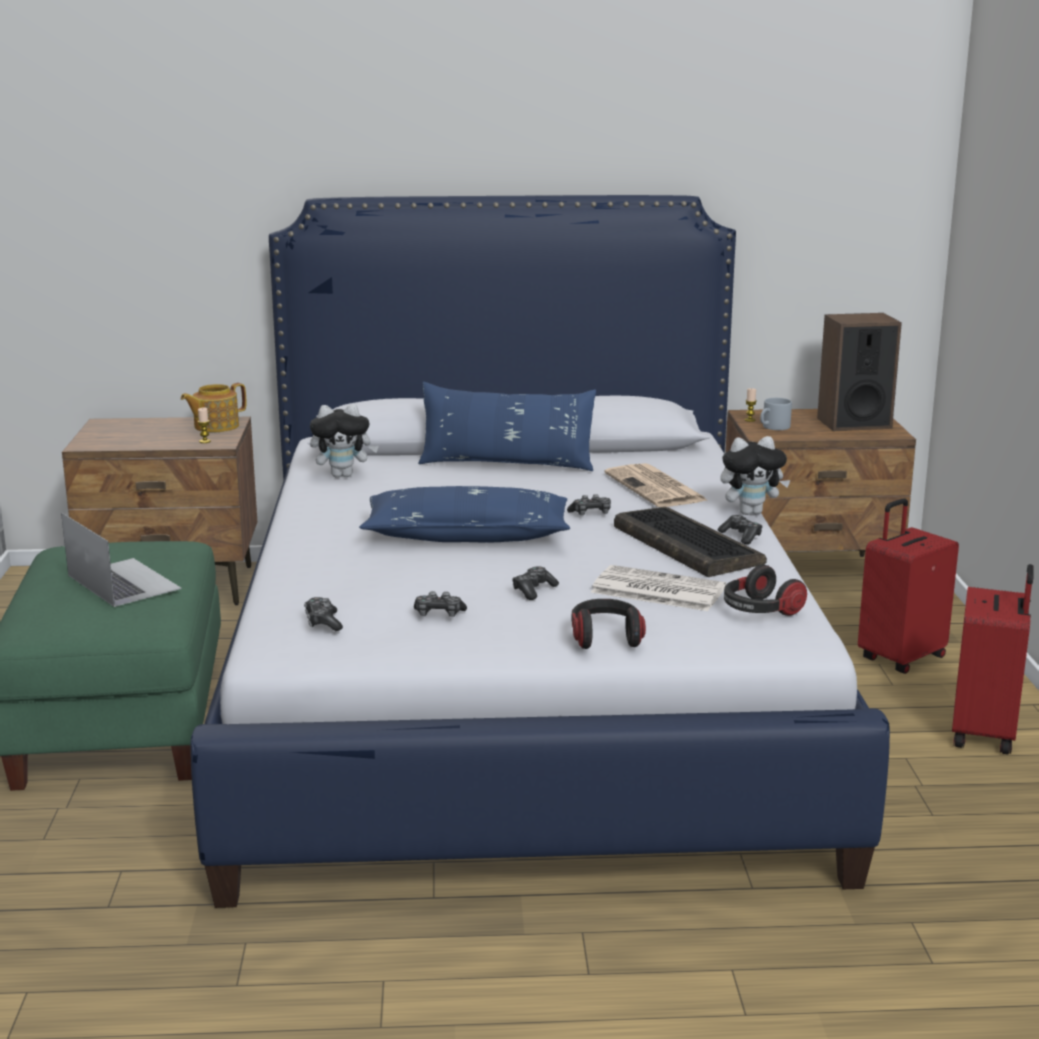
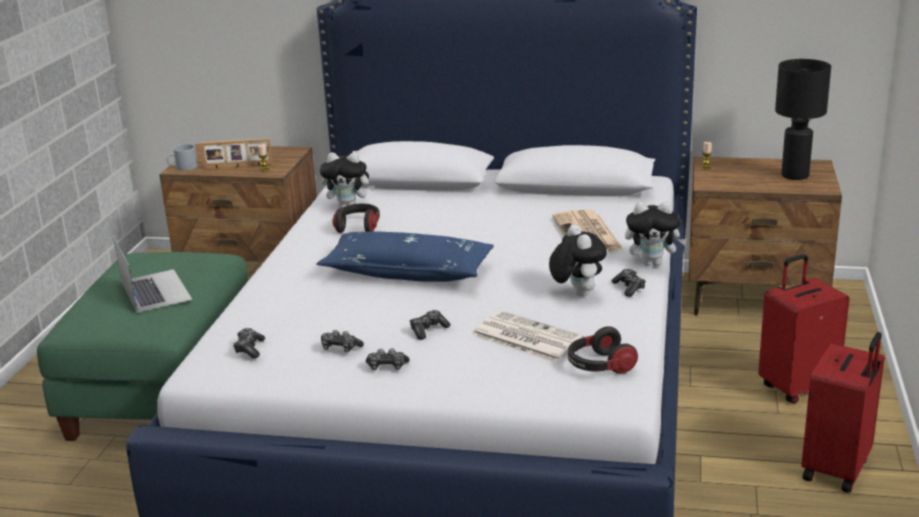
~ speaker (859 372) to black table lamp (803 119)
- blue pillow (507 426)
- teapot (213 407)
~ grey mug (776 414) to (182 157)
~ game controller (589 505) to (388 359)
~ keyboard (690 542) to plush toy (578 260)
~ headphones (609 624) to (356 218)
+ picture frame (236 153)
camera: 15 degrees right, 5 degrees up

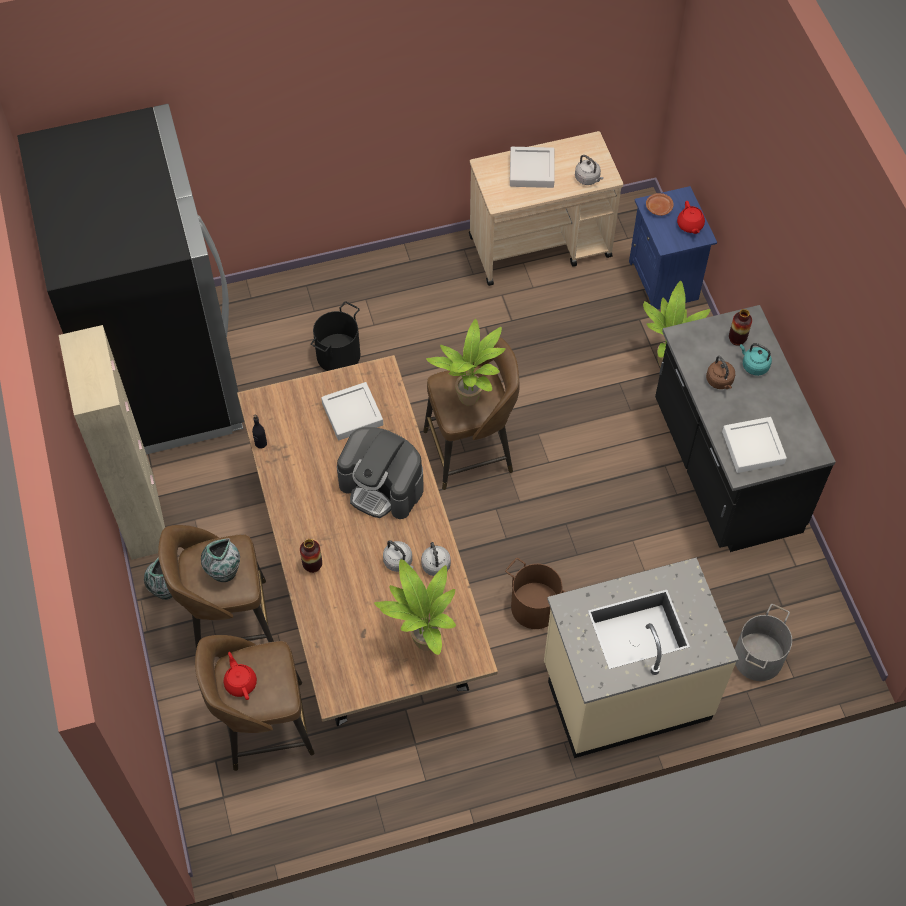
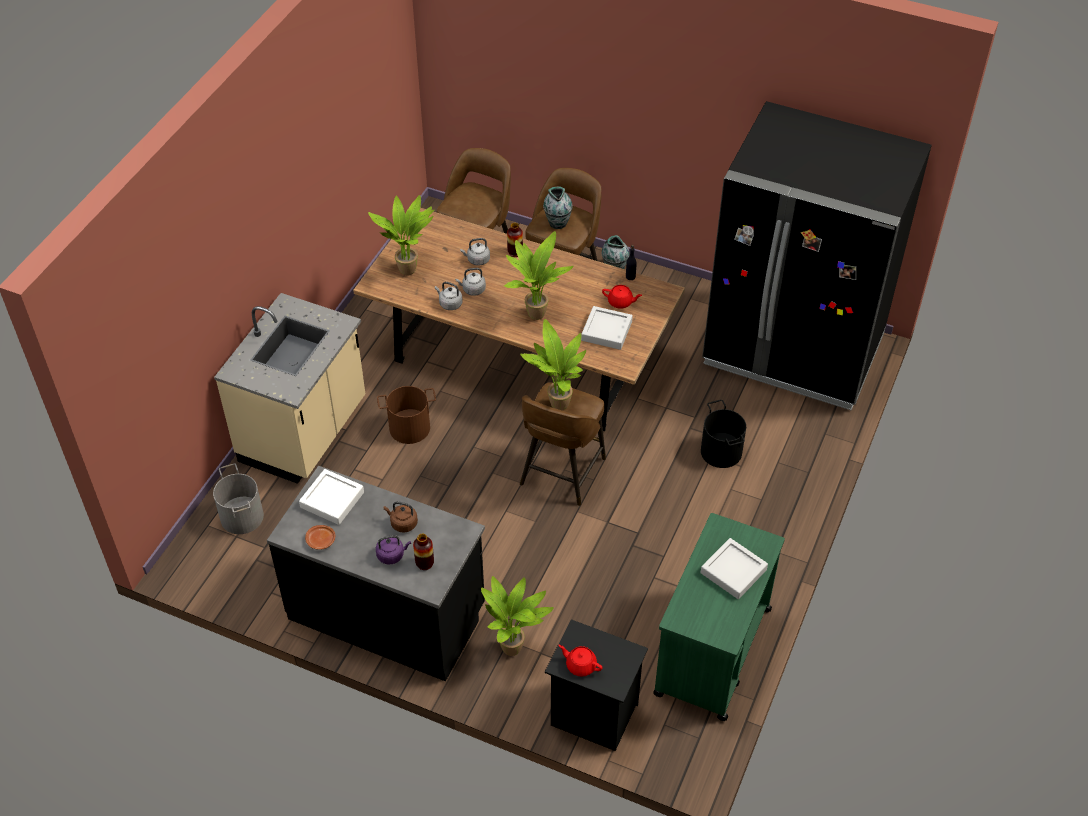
~ beige cart (546 208) to green cart (719 617)
~ grey kettle (589 170) to (475 252)
~ blue nightstand (673 248) to black nightstand (596 685)
~ brown plate (660 204) to (320 537)
- beige cabinet (112 442)
~ turquoise kettle (756 359) to purple kettle (393 549)
~ coffee machine (380 473) to potted plant (539 275)
~ red teapot (240 676) to (622 297)
camera: 130 degrees right, 10 degrees down

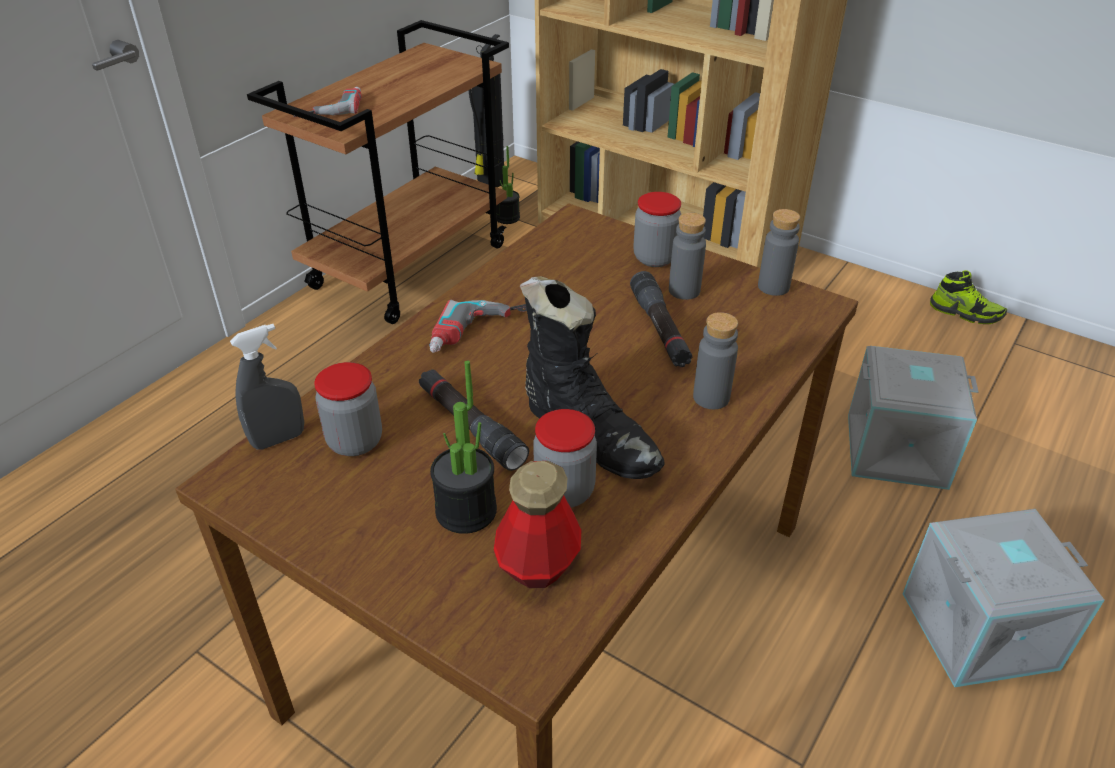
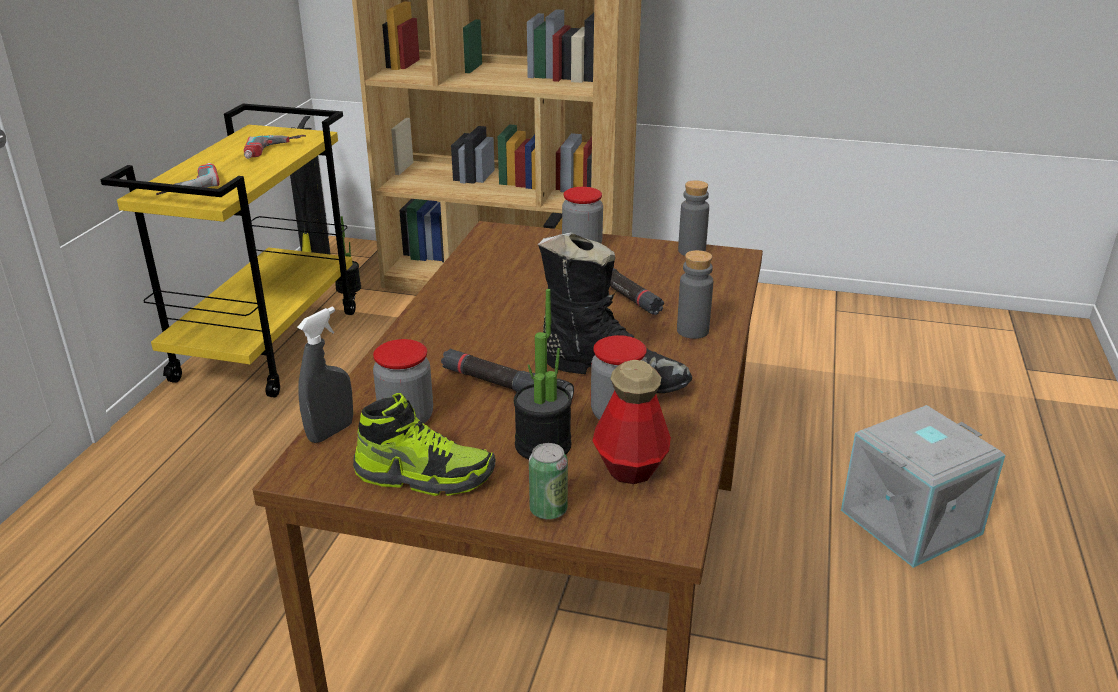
~ brown cart (378 172) to yellow cart (228 251)
- grey bottle (687 256)
~ shoe (968 297) to (424 444)
~ power drill (478 326) to (275 147)
- grey storage box (913 418)
+ can (548 481)
camera: 20 degrees left, 10 degrees down

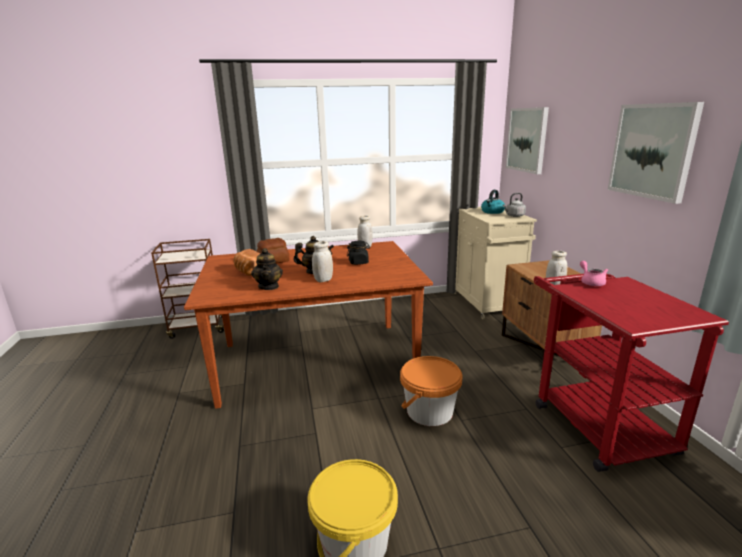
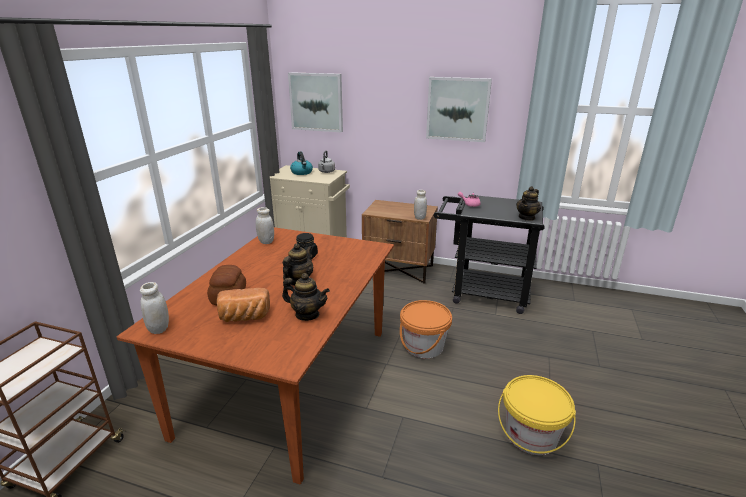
~ white jar (322 261) to (154 308)
~ red cart (631 372) to black cart (489 254)
+ teapot (528 203)
camera: 60 degrees left, 5 degrees up

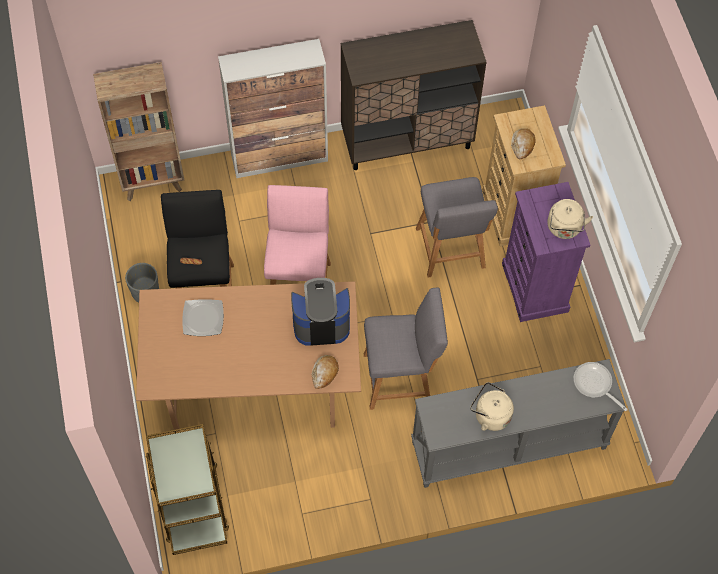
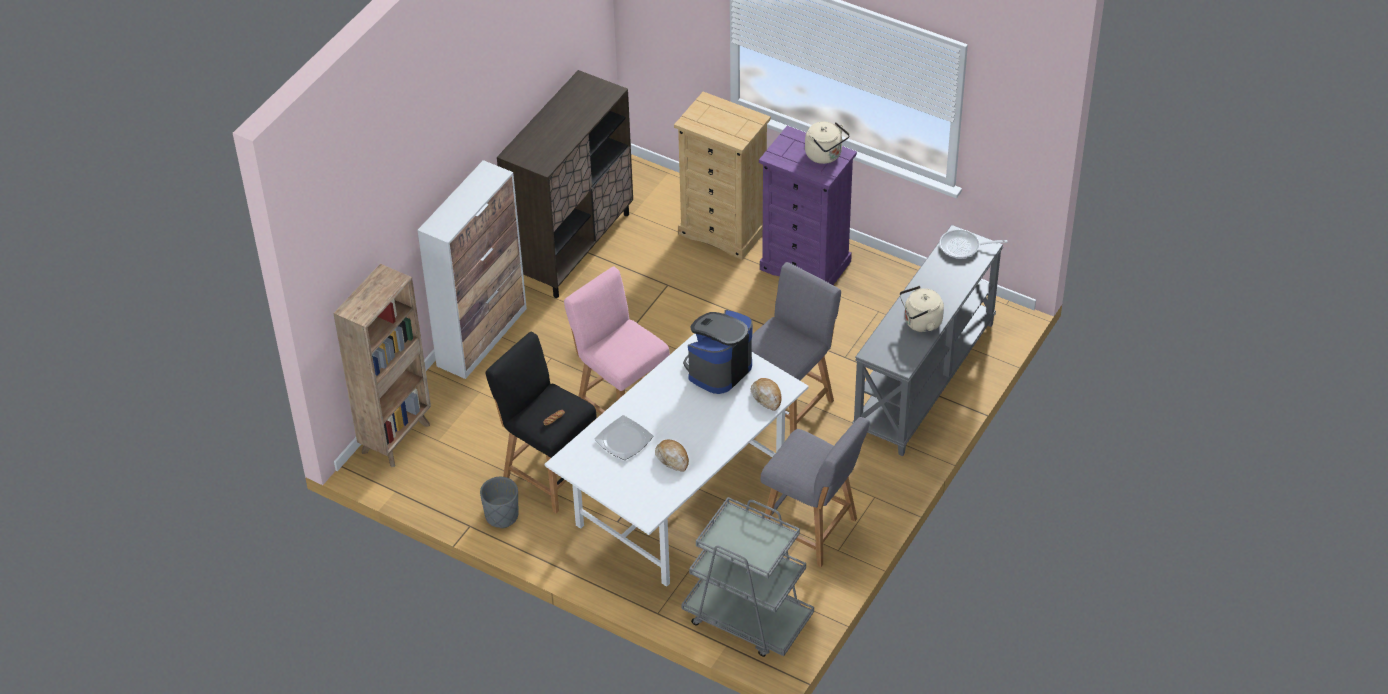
~ bread (523 144) to (672 455)
~ grey stool (457 227) to (815 492)
~ brown dining table (248 356) to white dining table (677 460)
~ brown cart (187 489) to grey cart (748 577)
camera: 45 degrees left, 15 degrees down

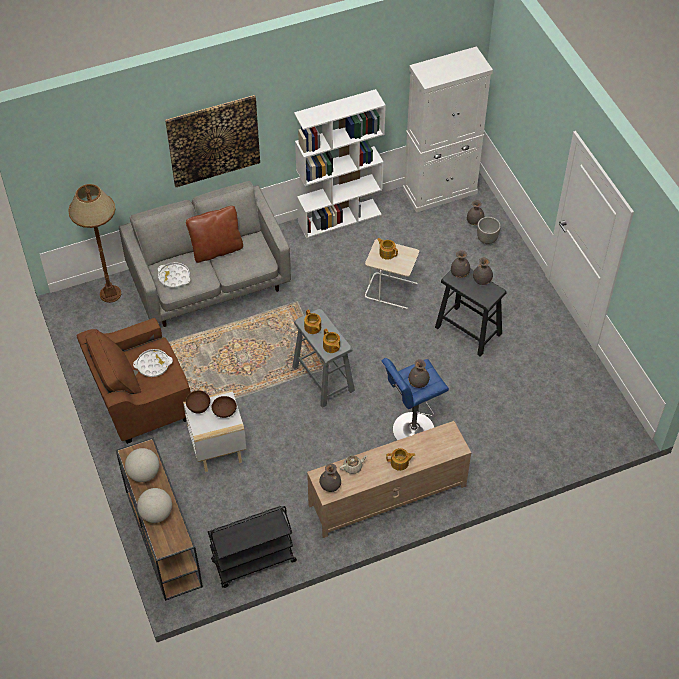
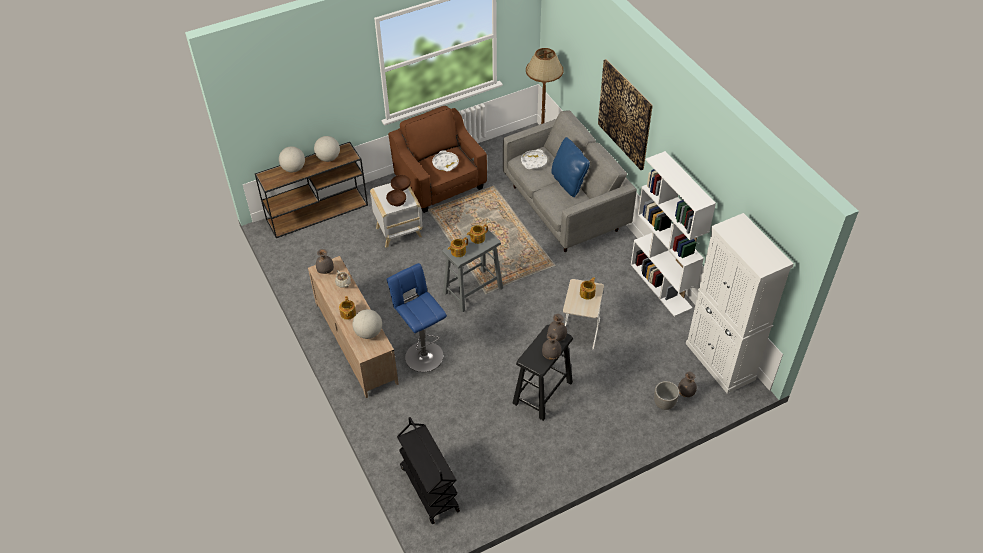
~ brown pillow (214 234) to blue pillow (570 167)
- grey vase (419 373)
~ black cart (252 547) to (428 470)
+ globe (367 324)
camera: 85 degrees right, 5 degrees down

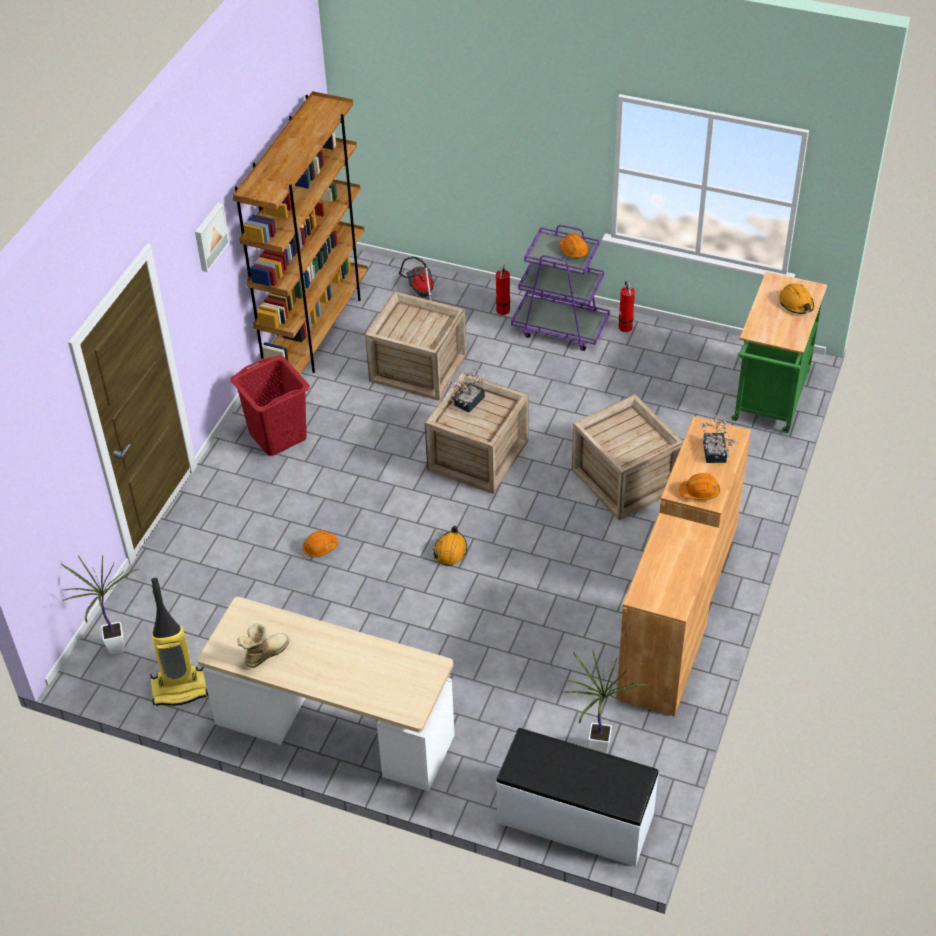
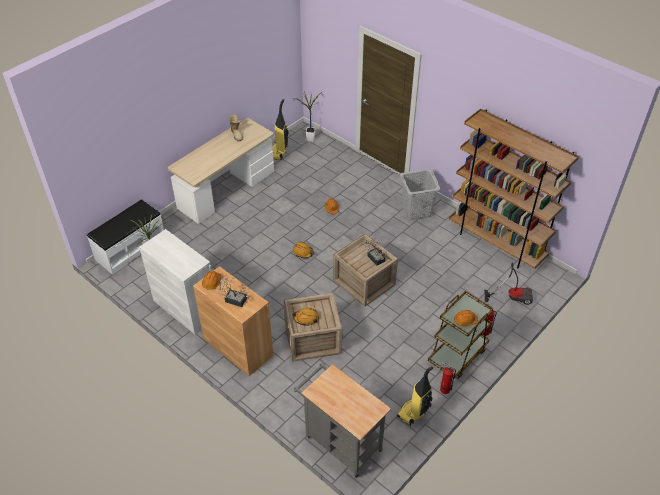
- picture (212 237)
~ purple cart (560 288) to brown cart (460 335)
~ green cart (779 352) to grey cart (342 420)
~ orange hard hat (796 298) to (305 317)
- crate (415 346)
~ red laundry basket (270 406) to grey laundry basket (420 194)
~ brown cabinet (668 615) to white cabinet (175 282)
+ vacuum cleaner (415 396)
camera: 110 degrees right, 0 degrees up

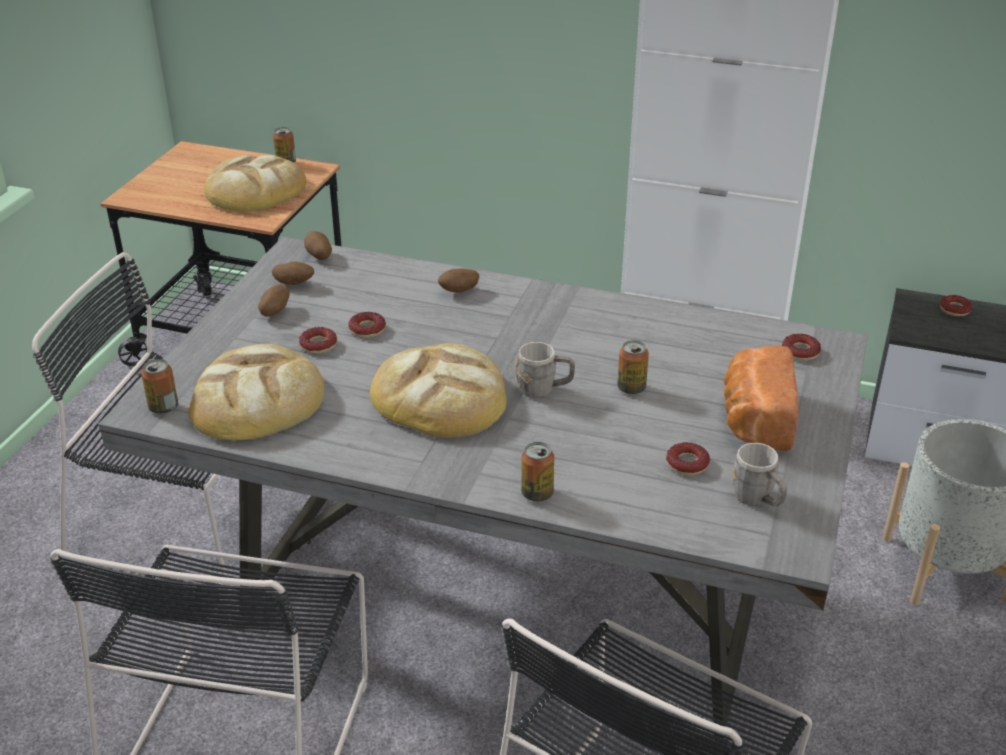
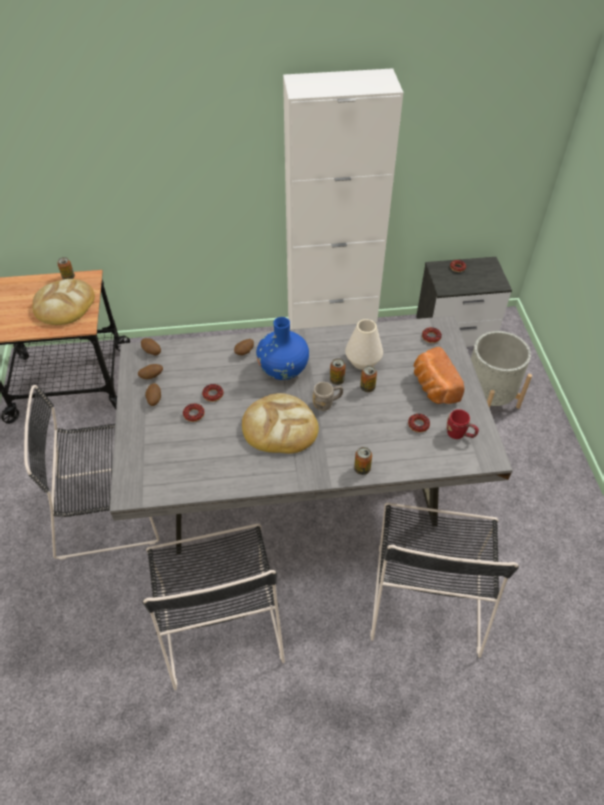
- bread (256 392)
~ can (159 386) to (338 371)
~ grey mug (759 474) to red mug (462 424)
+ blue vase (282 348)
+ white vase (364 344)
camera: 25 degrees left, 15 degrees up

